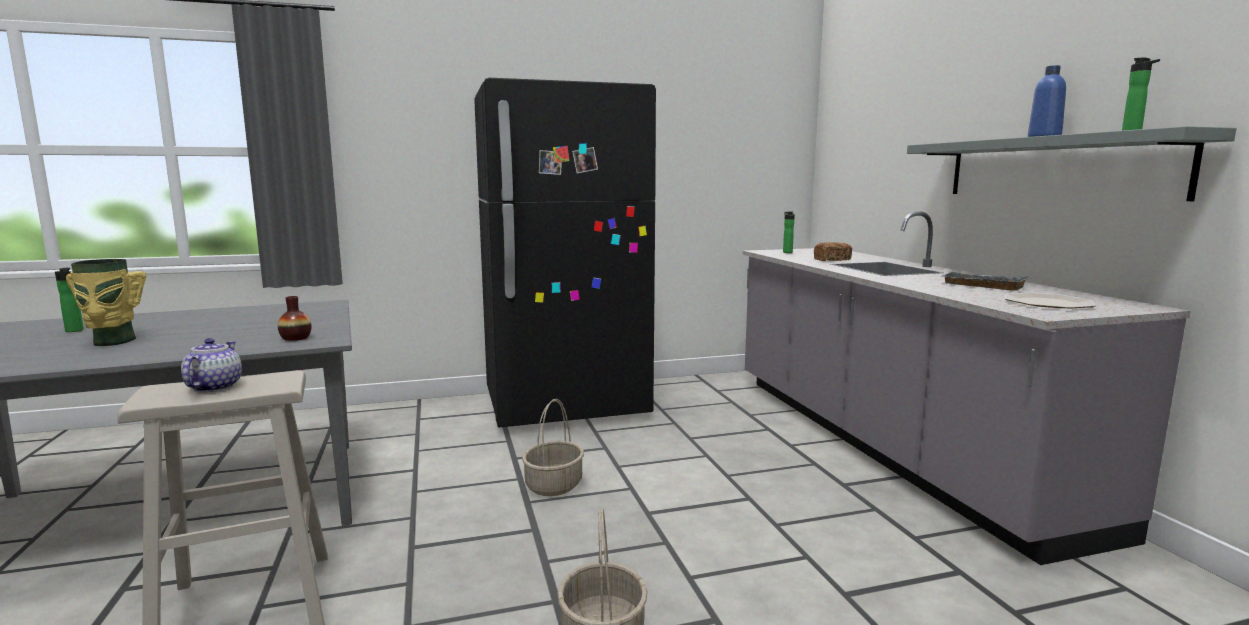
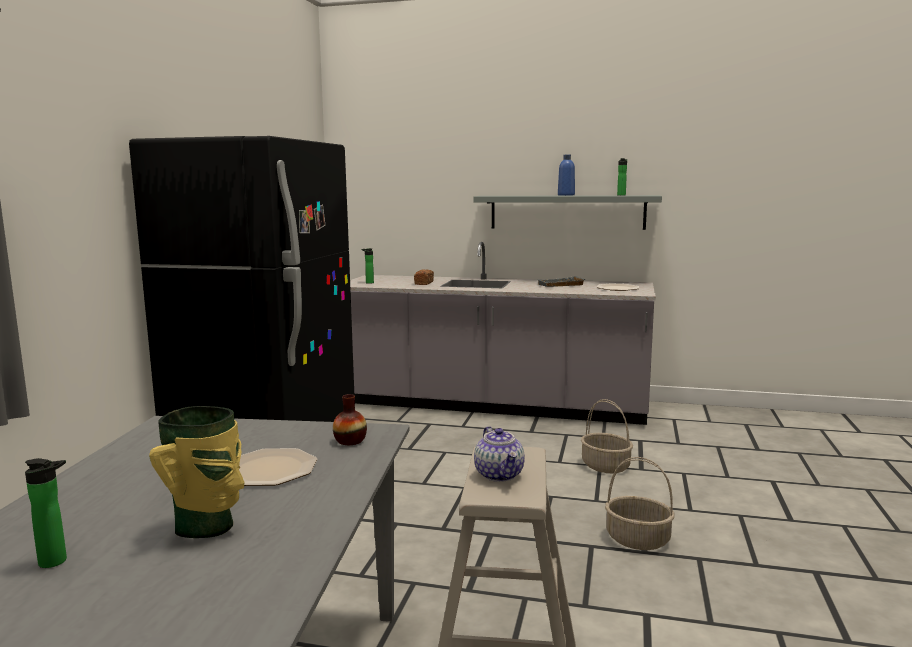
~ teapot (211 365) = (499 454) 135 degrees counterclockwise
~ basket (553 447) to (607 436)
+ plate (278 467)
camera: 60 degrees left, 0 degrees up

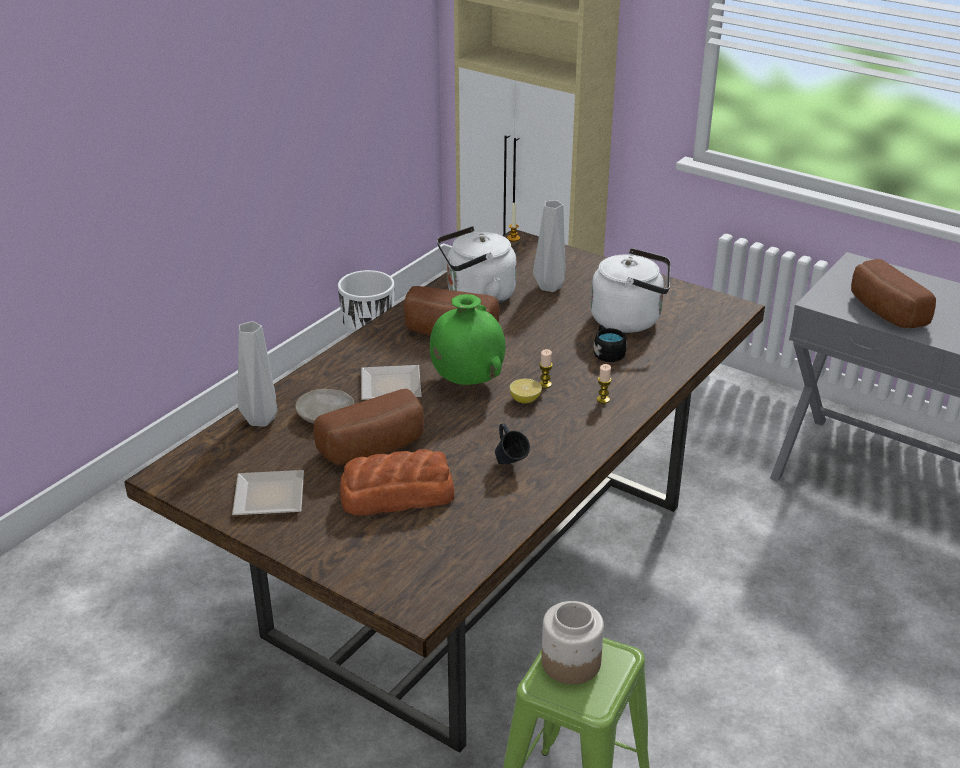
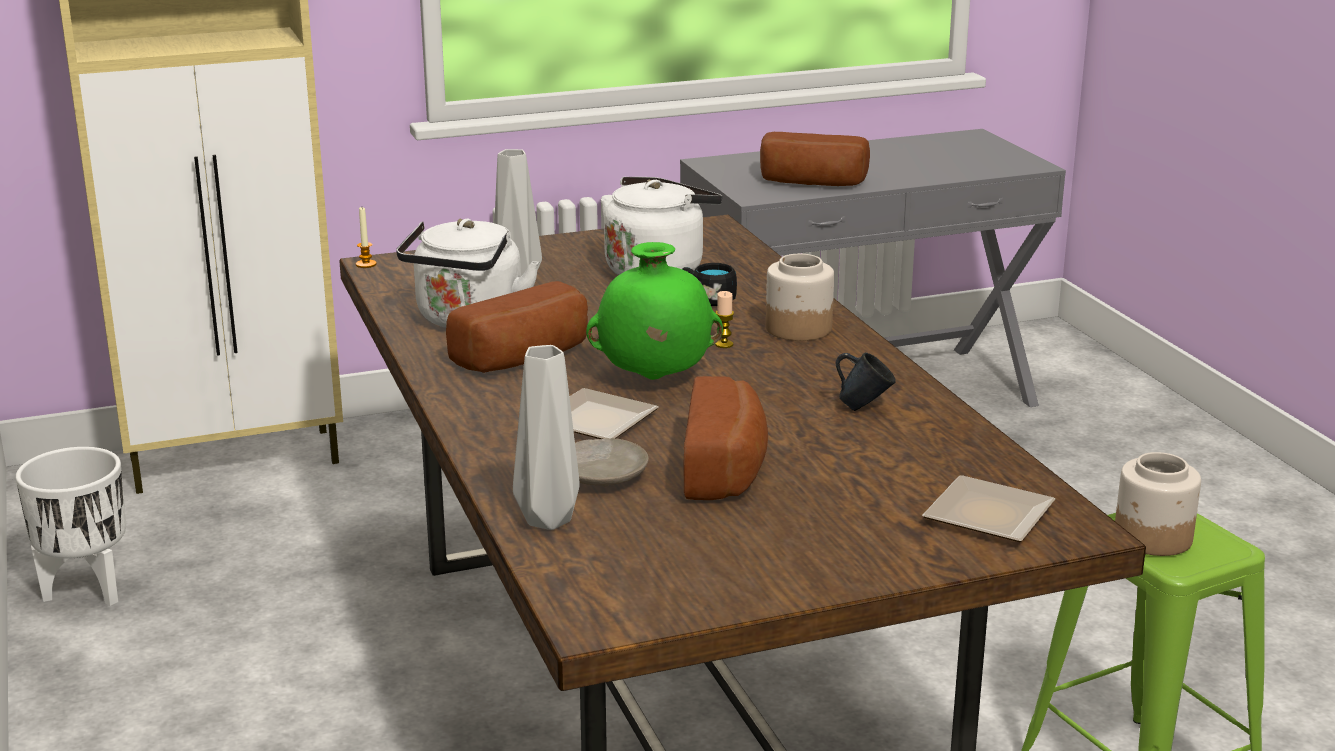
~ candle (604 384) to jar (800 297)
- lemon (526 391)
- bread (397 482)
~ plate (268 493) to (988 508)
camera: 55 degrees left, 10 degrees down

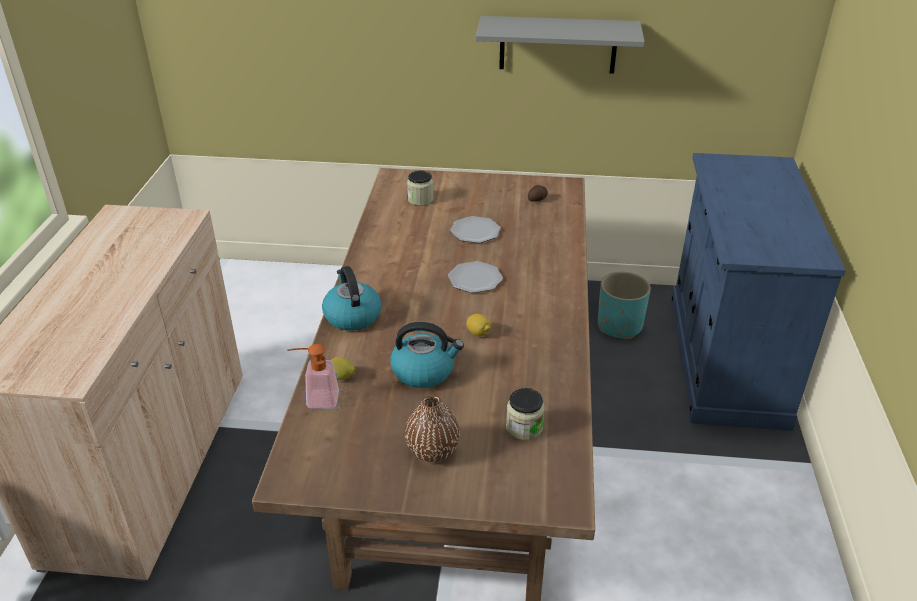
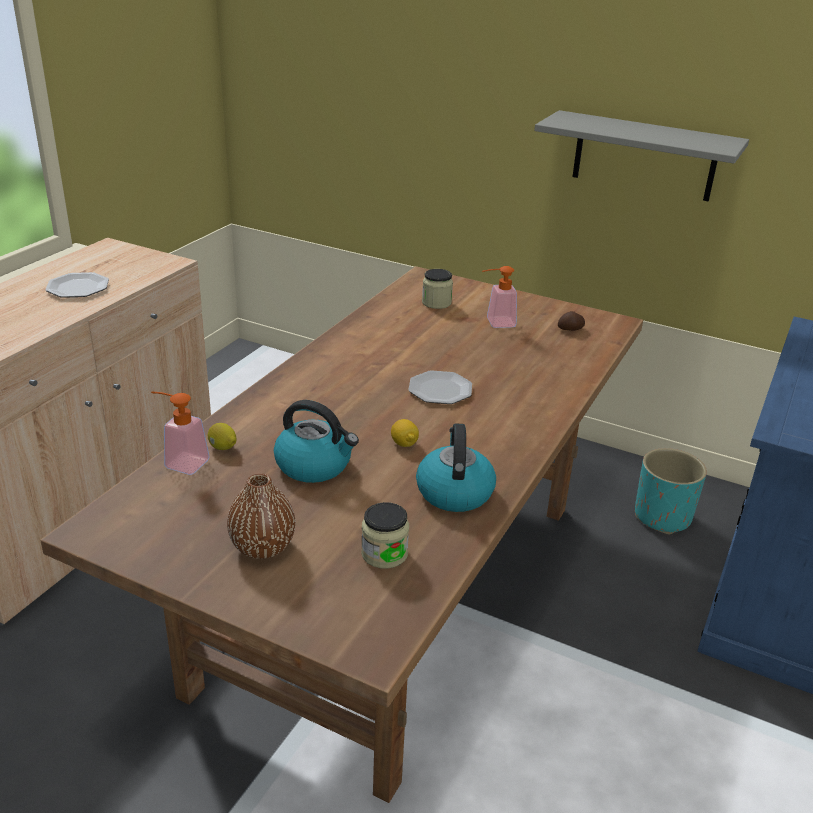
~ plate (475 229) to (77 285)
~ kettle (351 298) to (456 468)
+ soap dispenser (499 297)
camera: 20 degrees right, 5 degrees down

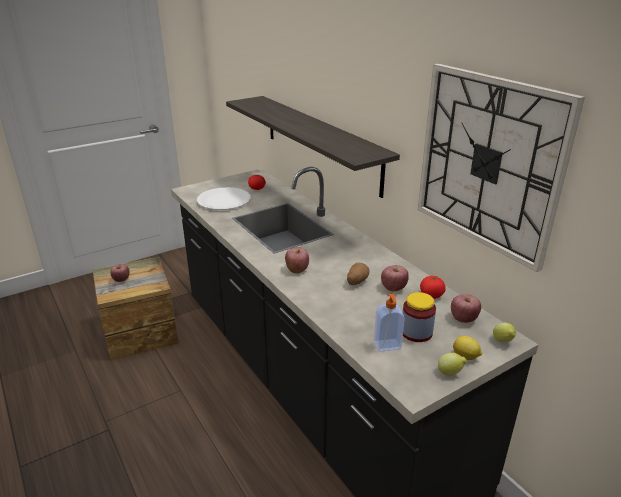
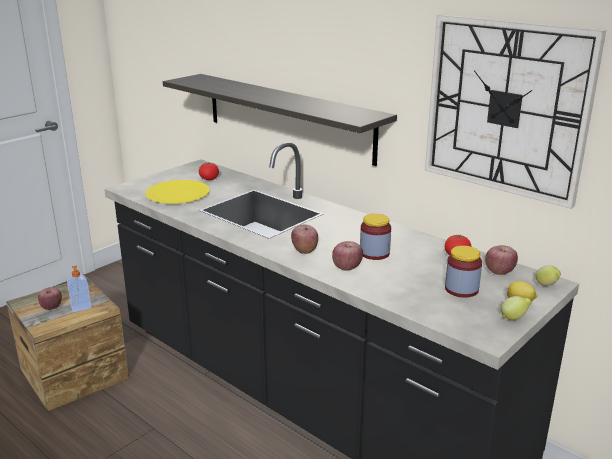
~ white plate (224 198) to yellow plate (177 192)
~ potato (358 274) to jar (375 237)
~ apple (395 278) to (347 256)
~ soap dispenser (389 323) to (79 289)
camera: 15 degrees left, 5 degrees down

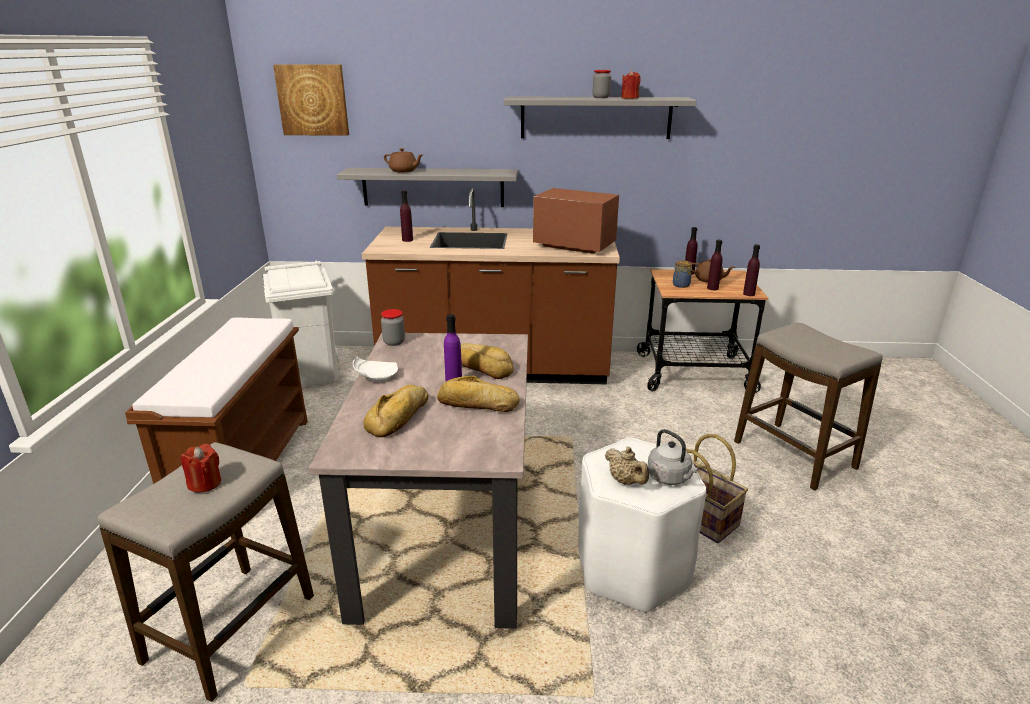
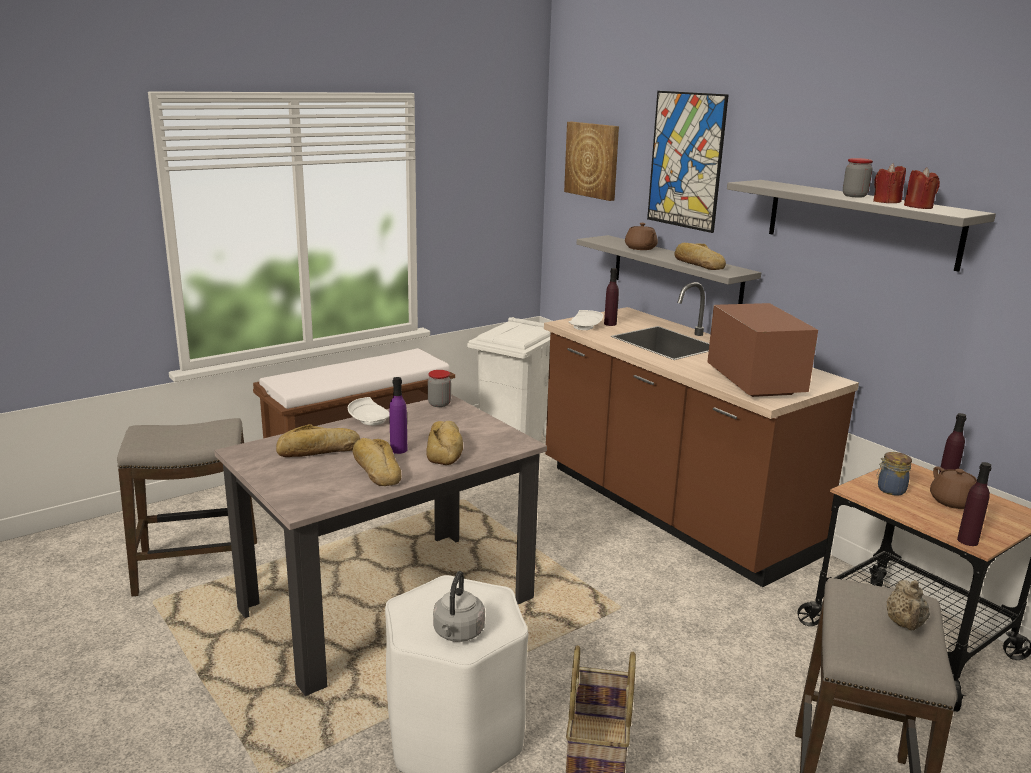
- purple bottle (714 265)
~ red candle (201 468) to (922 188)
~ beige teapot (627 465) to (908 605)
+ picture (688 162)
+ bread (700 256)
+ white plate (585 320)
camera: 50 degrees right, 5 degrees down

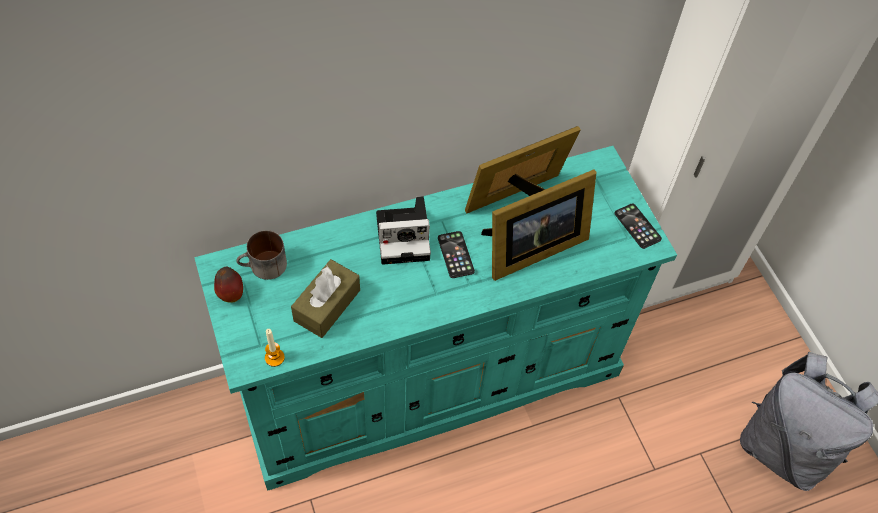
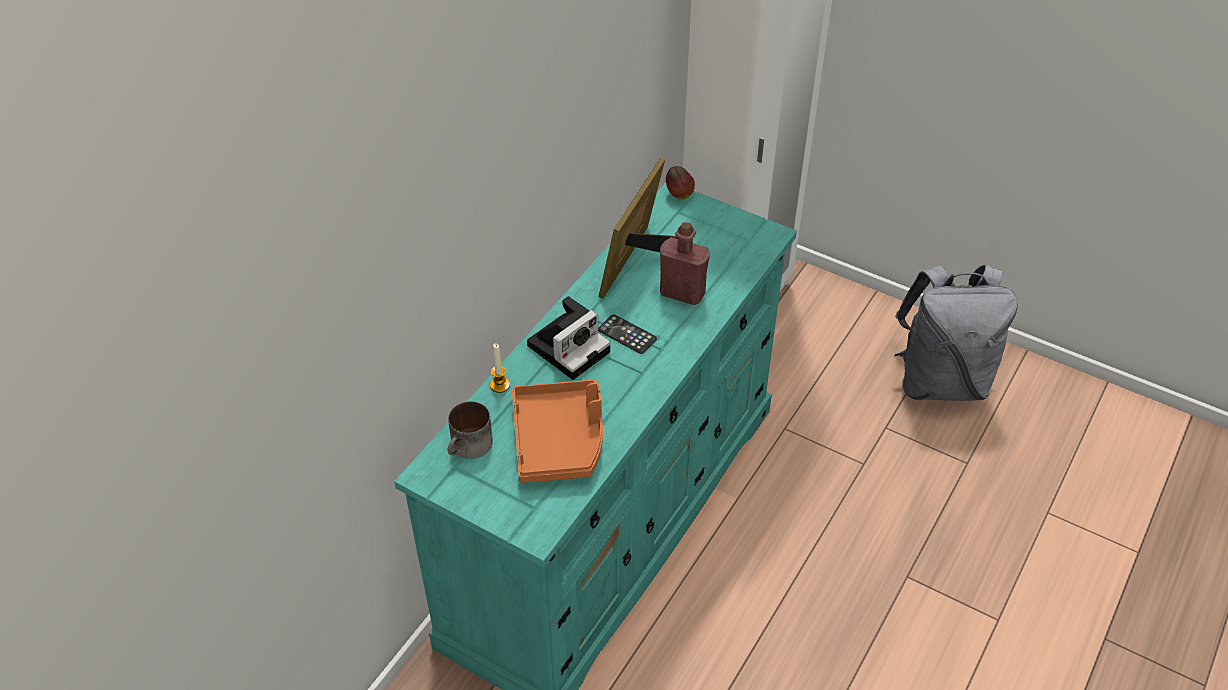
~ picture frame (538 225) to red bottle (685 263)
- phone (638 226)
~ brown tissue box (325 298) to orange tray (557 431)
~ apple (228 285) to (680 182)
~ candle (275 348) to (500 368)
camera: 35 degrees left, 10 degrees down

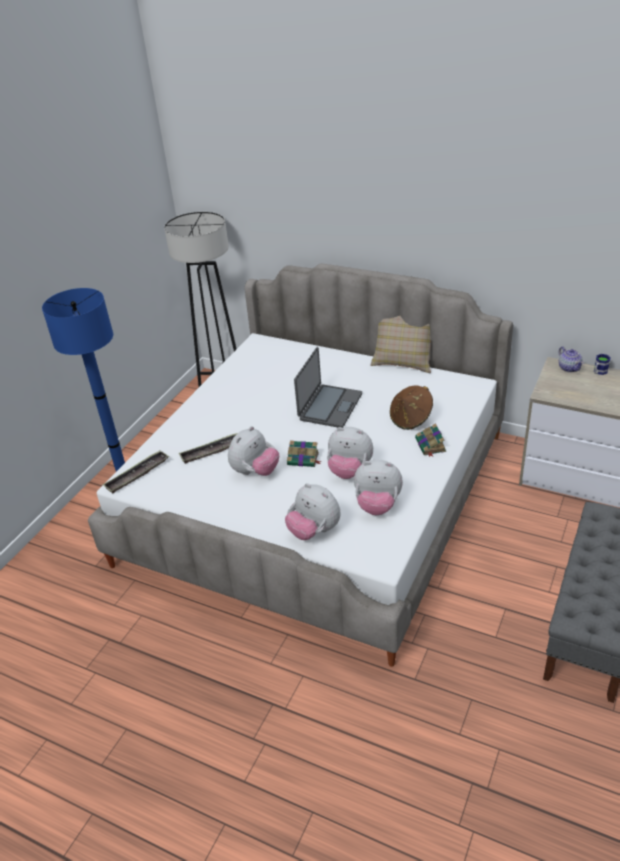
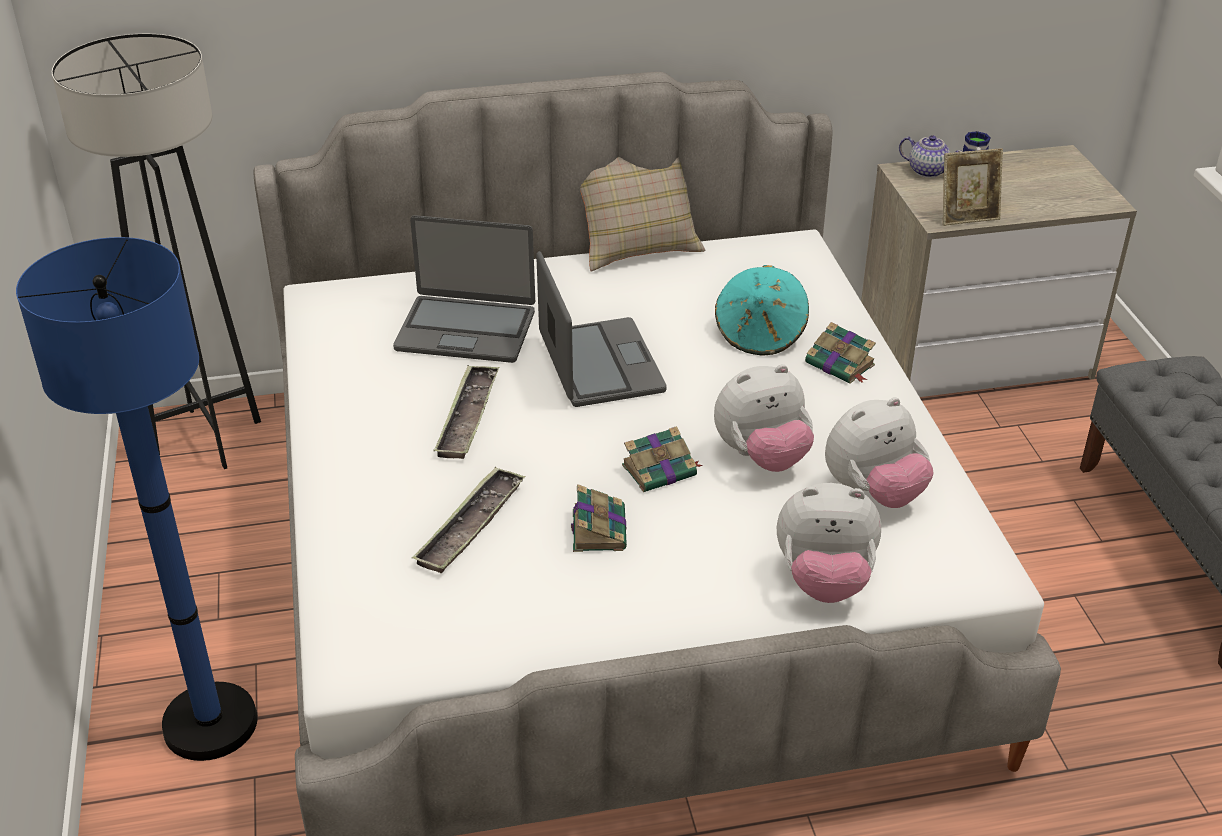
~ brown hat (411 408) to turquoise hat (762 310)
~ plush toy (253 451) to book (599 518)
~ tray (136 472) to (466 412)
+ picture frame (973 187)
+ laptop (464 289)
camera: 40 degrees left, 0 degrees up

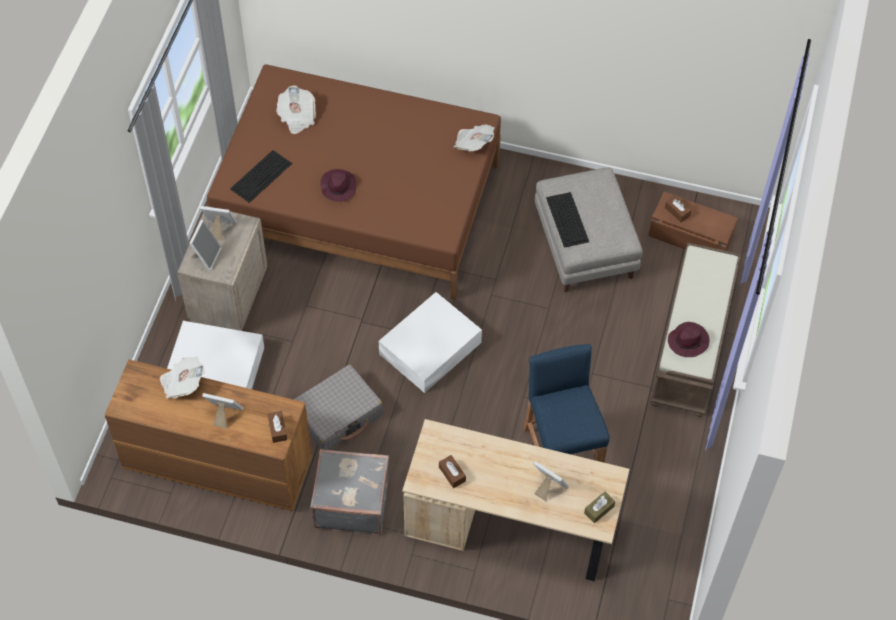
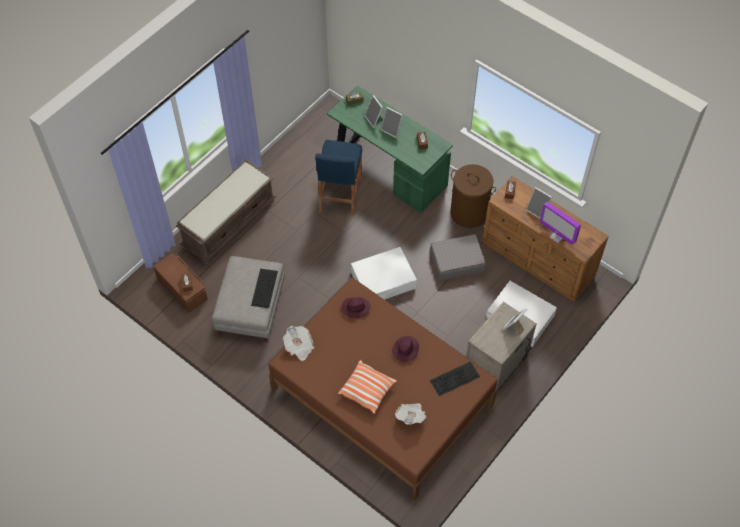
~ picture frame (218 223) to (392 122)
~ purple hat (689 339) to (355 308)
~ newspaper (182 378) to monitor (560 223)
~ beige desk (516 500) to green desk (390 149)
~ grey suitcase (350 491) to brown laundry basket (473 196)
+ pillow (367 387)
camera: 155 degrees left, 0 degrees up

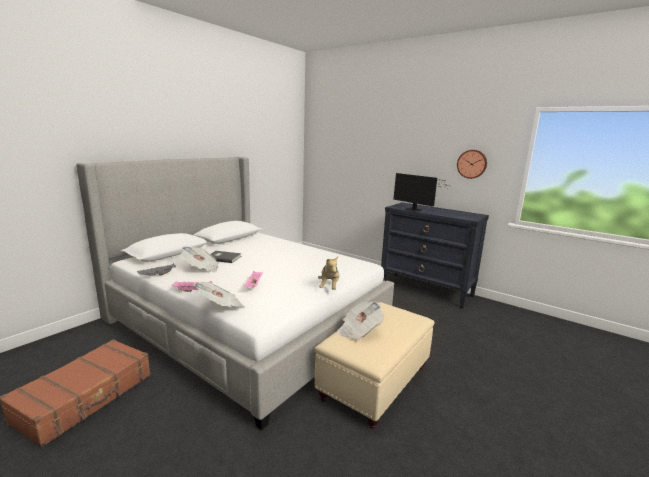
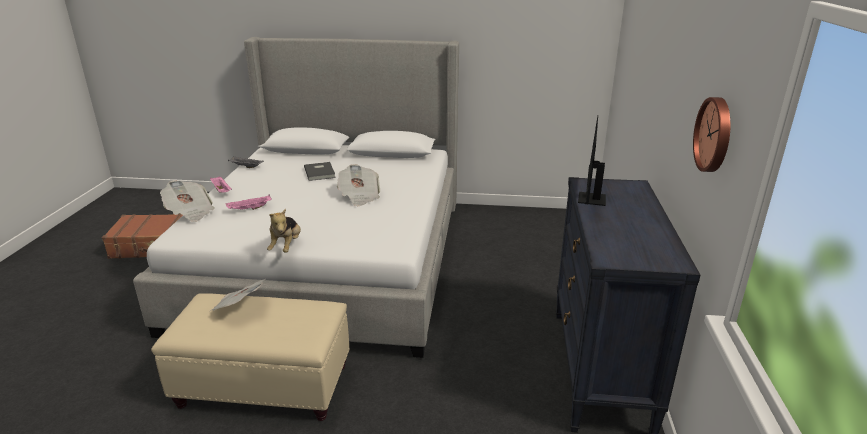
~ newspaper (200 259) to (358 185)
~ plush toy (329 273) = (284 231) 60 degrees counterclockwise
camera: 60 degrees right, 10 degrees up

